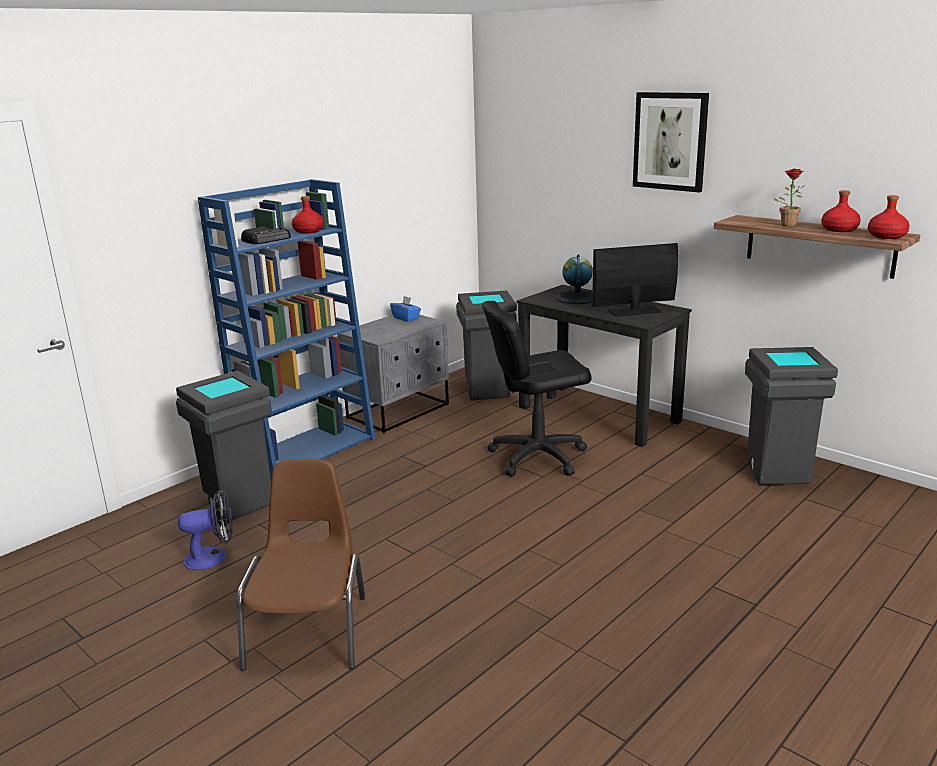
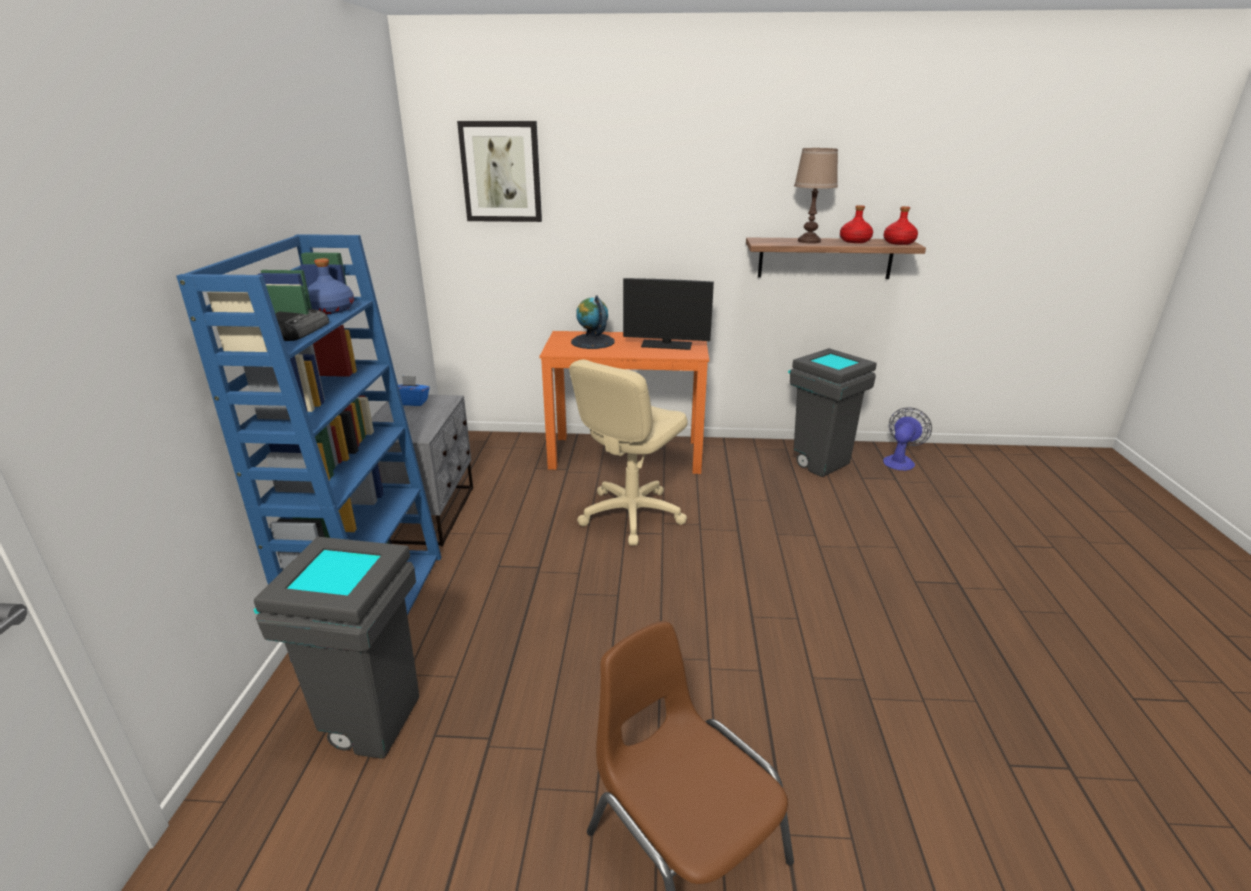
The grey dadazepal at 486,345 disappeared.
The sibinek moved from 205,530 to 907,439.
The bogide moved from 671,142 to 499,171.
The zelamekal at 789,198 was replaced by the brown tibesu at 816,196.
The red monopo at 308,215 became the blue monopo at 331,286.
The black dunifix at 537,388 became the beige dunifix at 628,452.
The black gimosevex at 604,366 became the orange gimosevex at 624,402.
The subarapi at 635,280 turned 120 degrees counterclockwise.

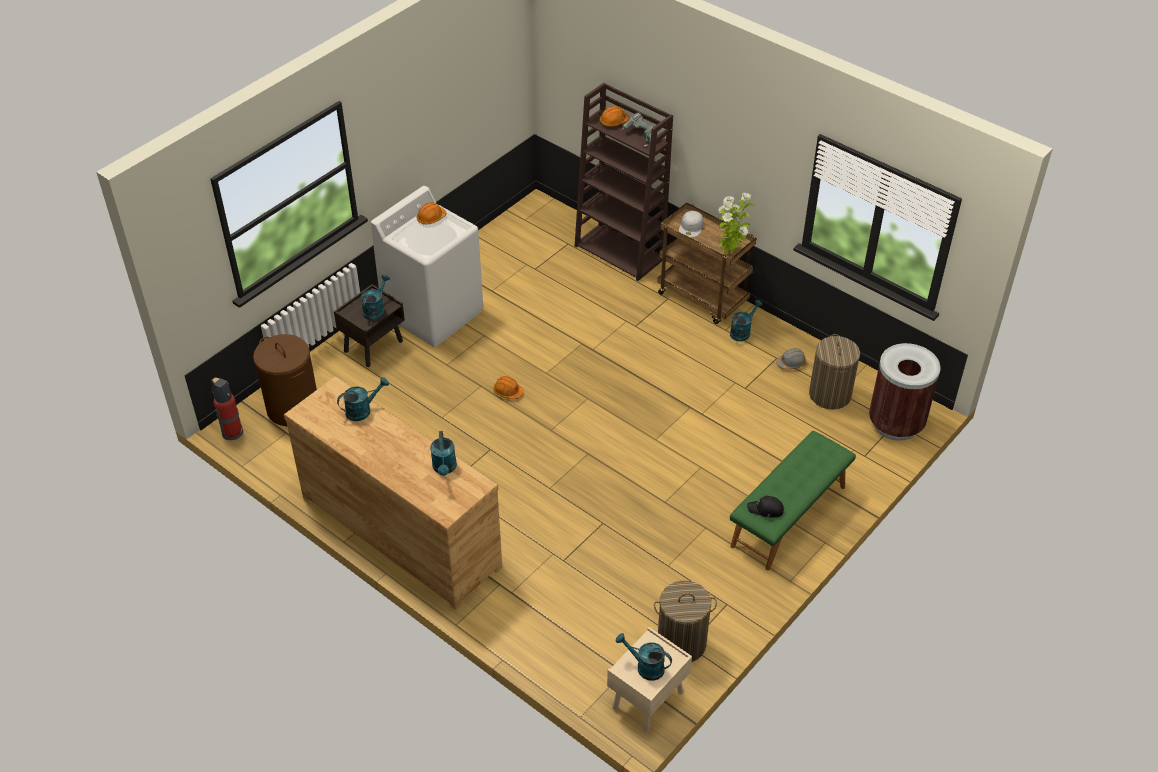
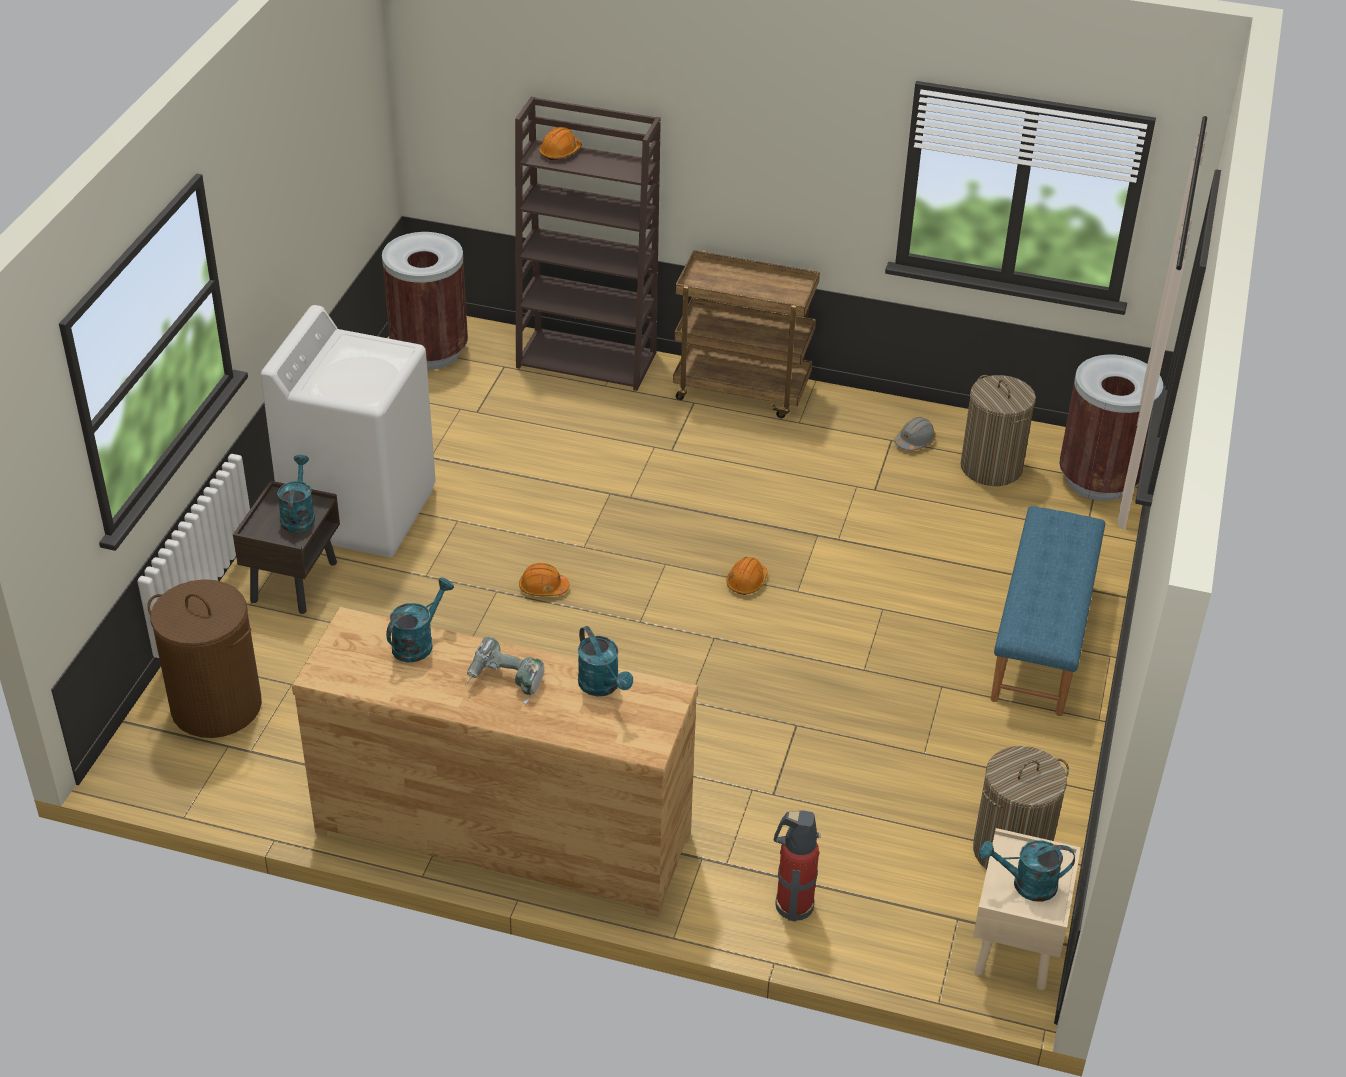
The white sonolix at 691,224 disappeared.
The zelamekal at 736,223 disappeared.
The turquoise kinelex at 746,320 disappeared.
The black sonolix at 765,506 disappeared.
The brown dadazepal at 425,301 appeared.
The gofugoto moved from 227,408 to 797,866.
The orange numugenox moved from 431,213 to 747,576.
The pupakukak moved from 640,130 to 505,670.
The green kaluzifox at 793,500 became the blue kaluzifox at 1048,611.

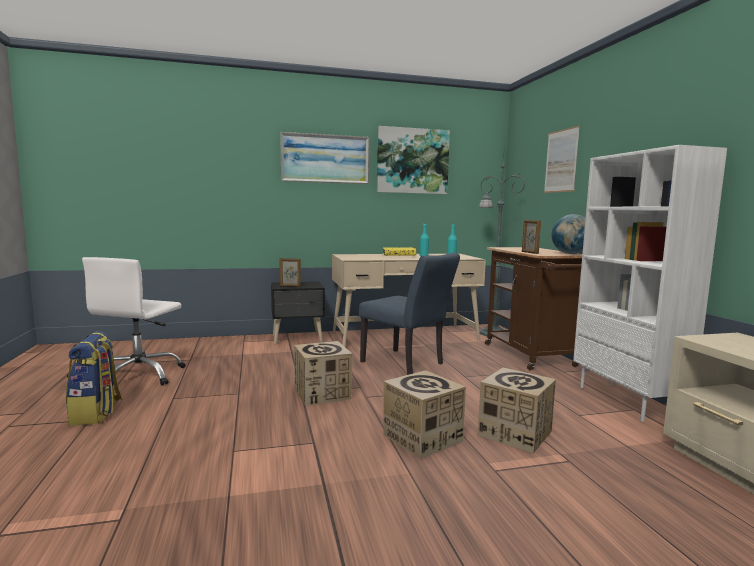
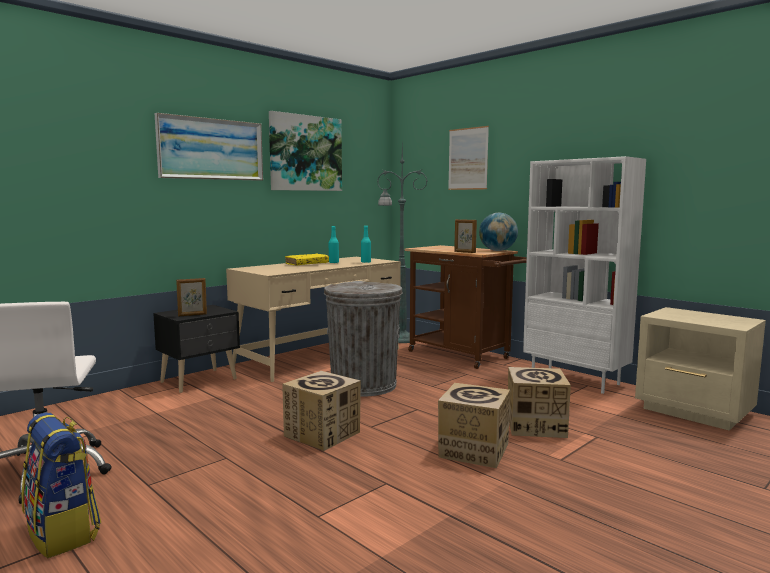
The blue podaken at 409,314 was replaced by the grey dadazepal at 363,339.

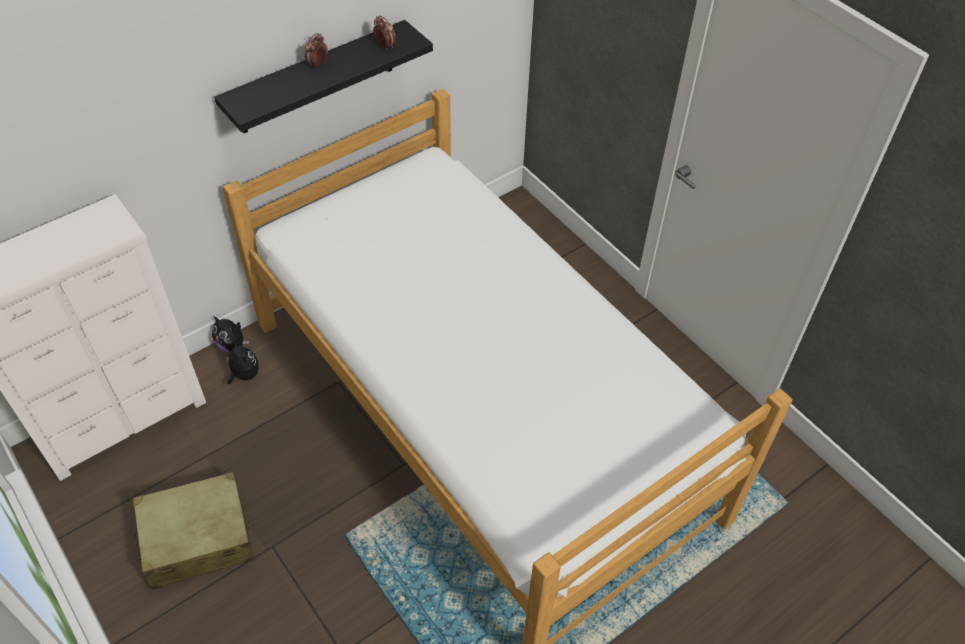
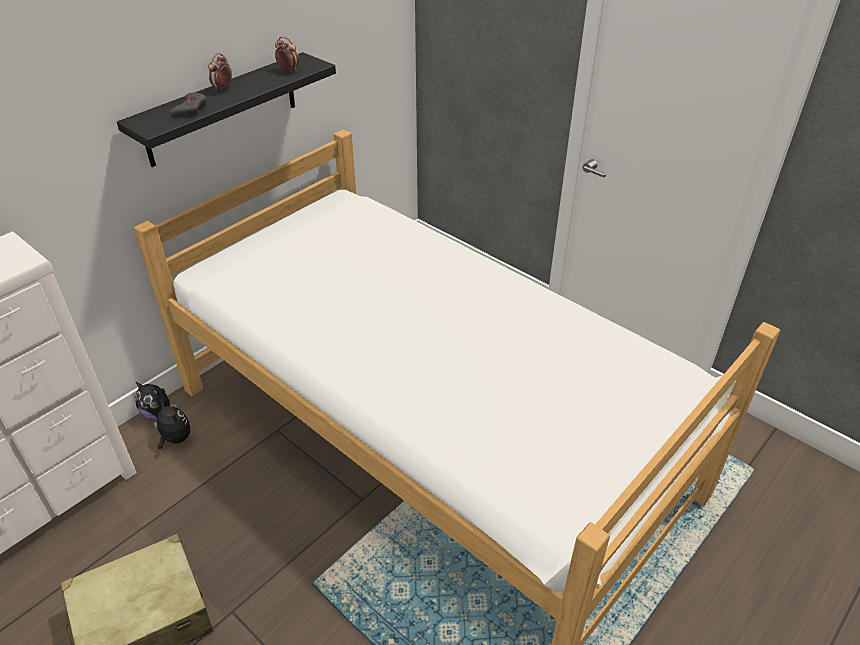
The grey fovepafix at 188,105 appeared.

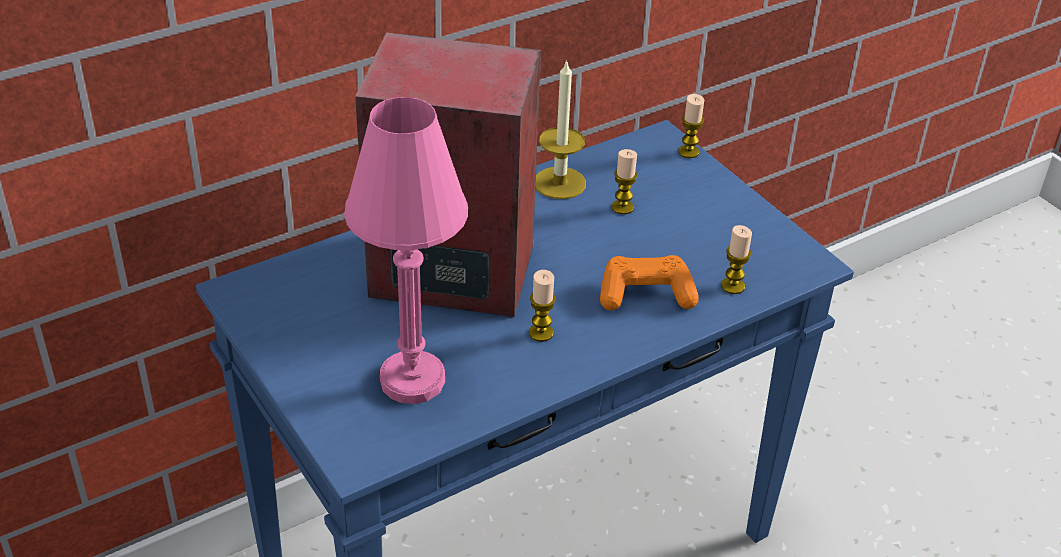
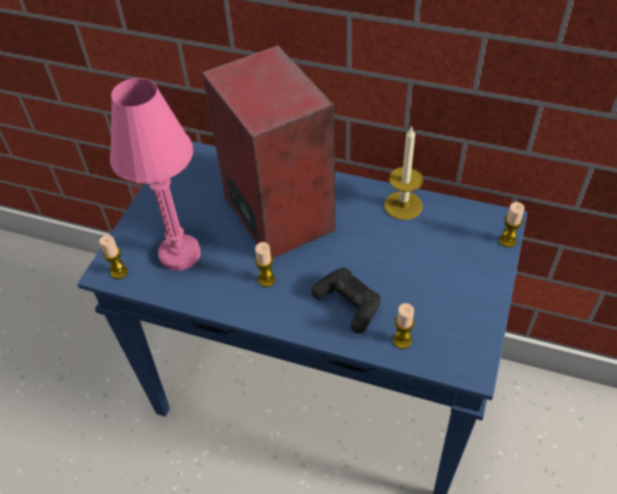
The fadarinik moved from 625,181 to 113,257.
The orange fovepafix at 649,282 became the black fovepafix at 346,300.

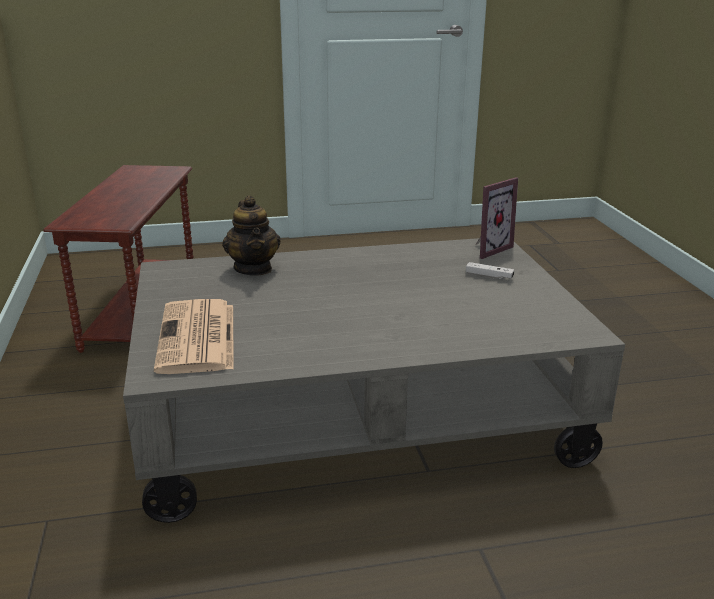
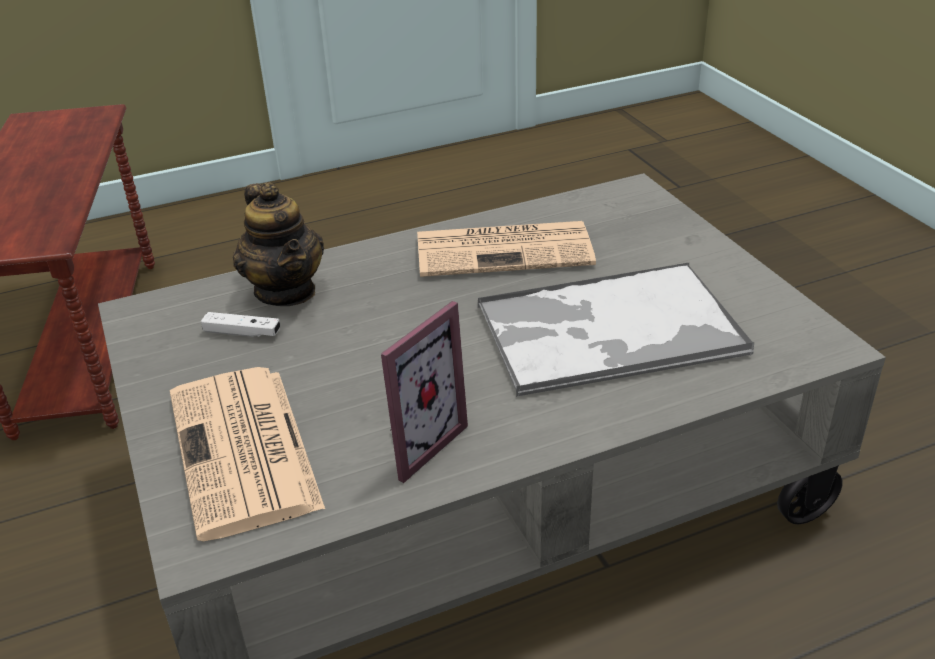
The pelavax at 506,249 appeared.
The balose at 616,329 appeared.
The white fovepafix moved from 490,270 to 240,324.
The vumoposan moved from 497,218 to 424,392.

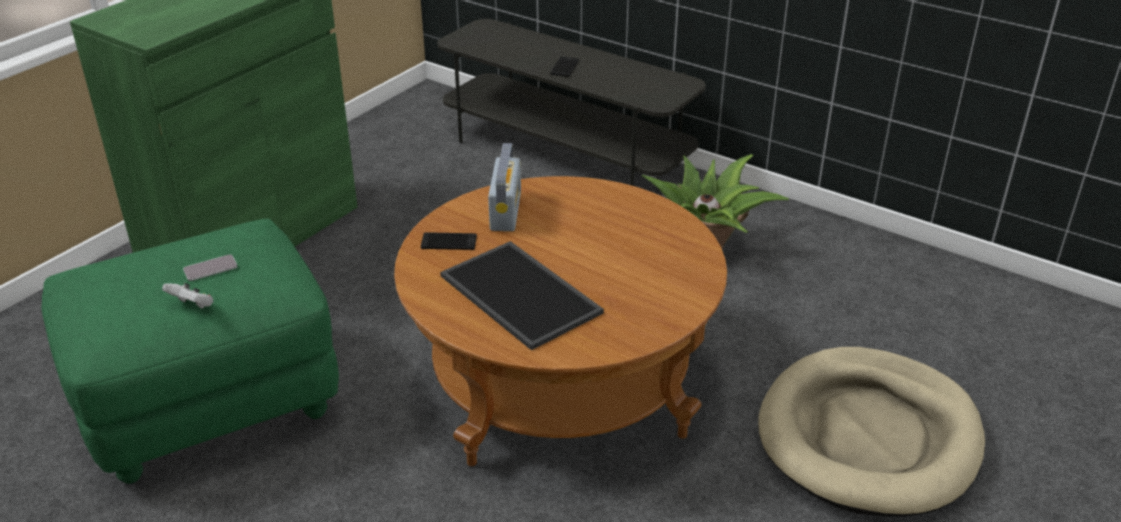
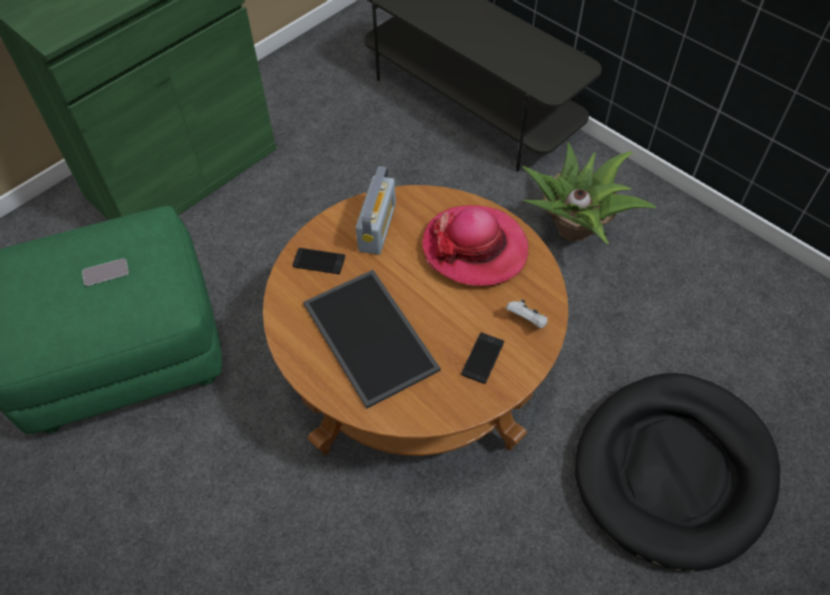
The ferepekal at 475,245 appeared.
The white fovepafix moved from 188,296 to 527,313.
The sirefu moved from 564,67 to 482,358.
The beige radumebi at 871,432 became the black radumebi at 677,472.

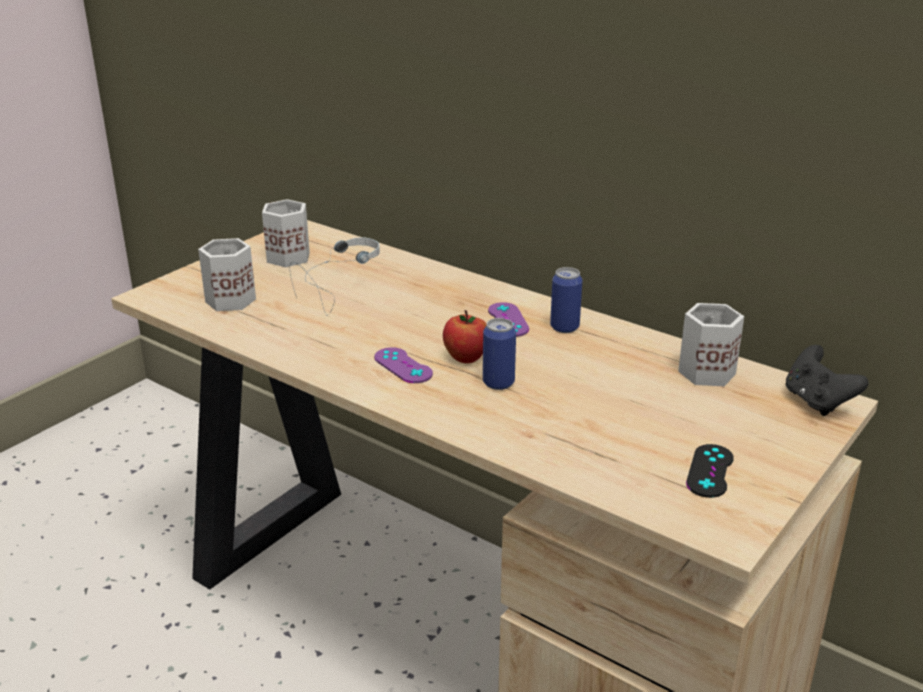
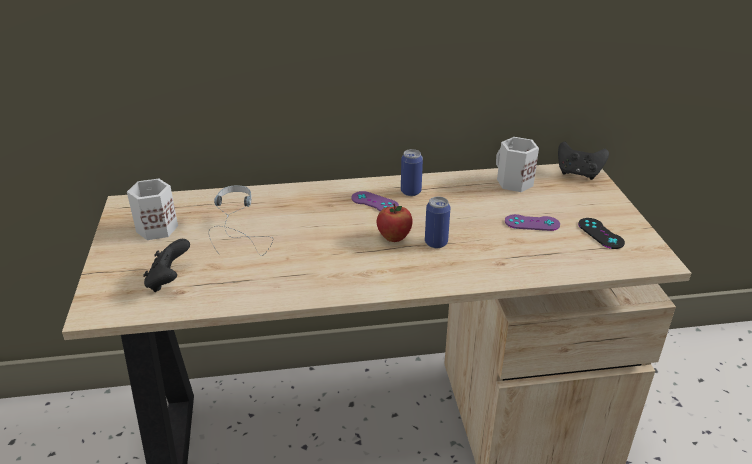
The purple fovepafix moved from 403,365 to 532,222.
The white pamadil at 227,274 was replaced by the black fovepafix at 166,265.

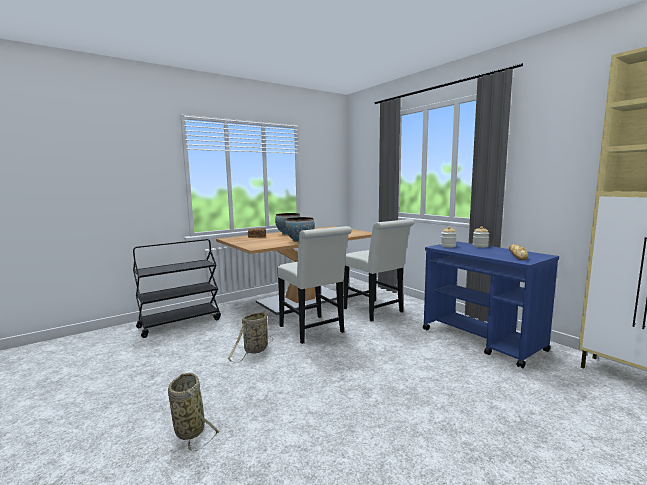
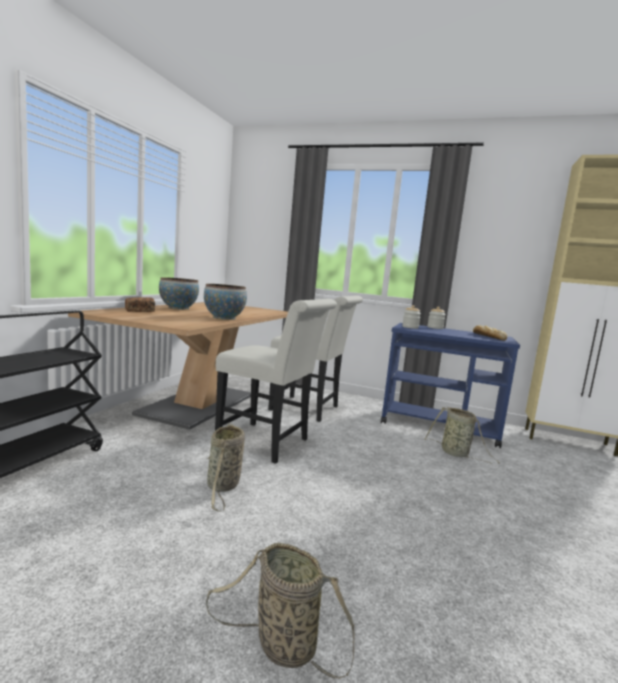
The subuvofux at 462,435 appeared.

